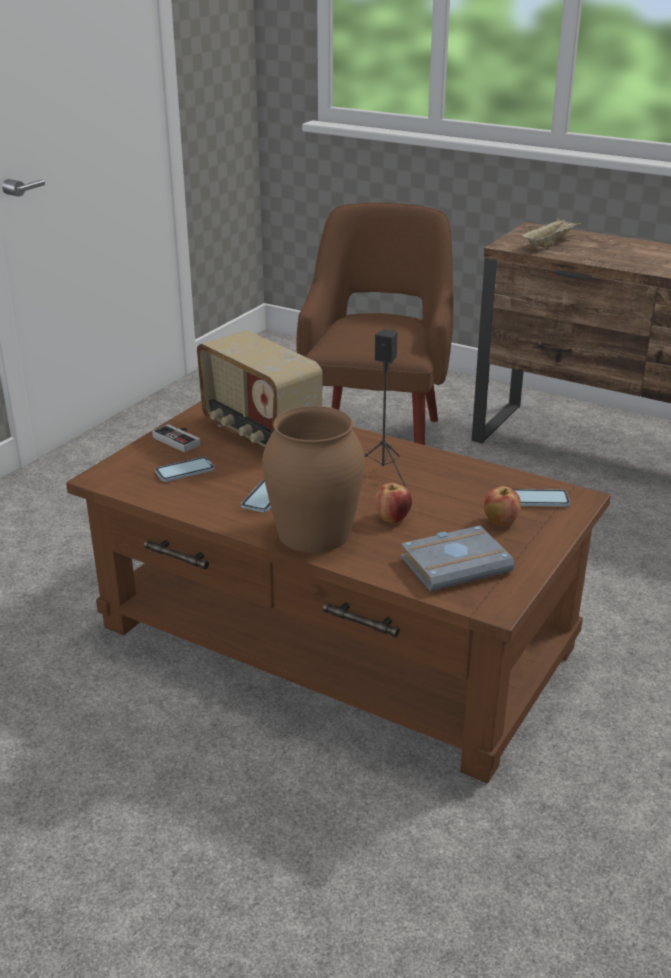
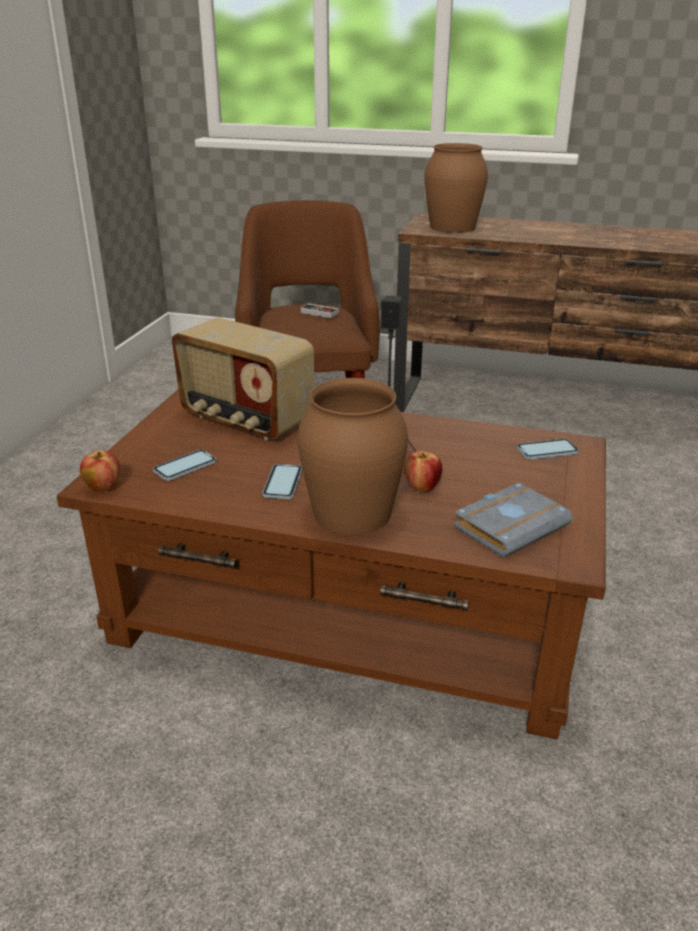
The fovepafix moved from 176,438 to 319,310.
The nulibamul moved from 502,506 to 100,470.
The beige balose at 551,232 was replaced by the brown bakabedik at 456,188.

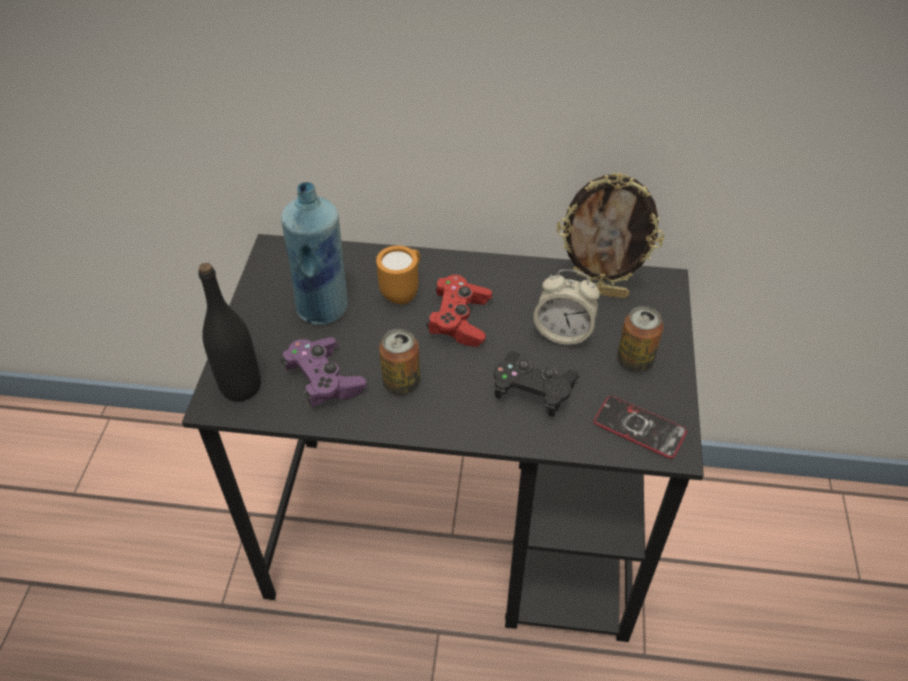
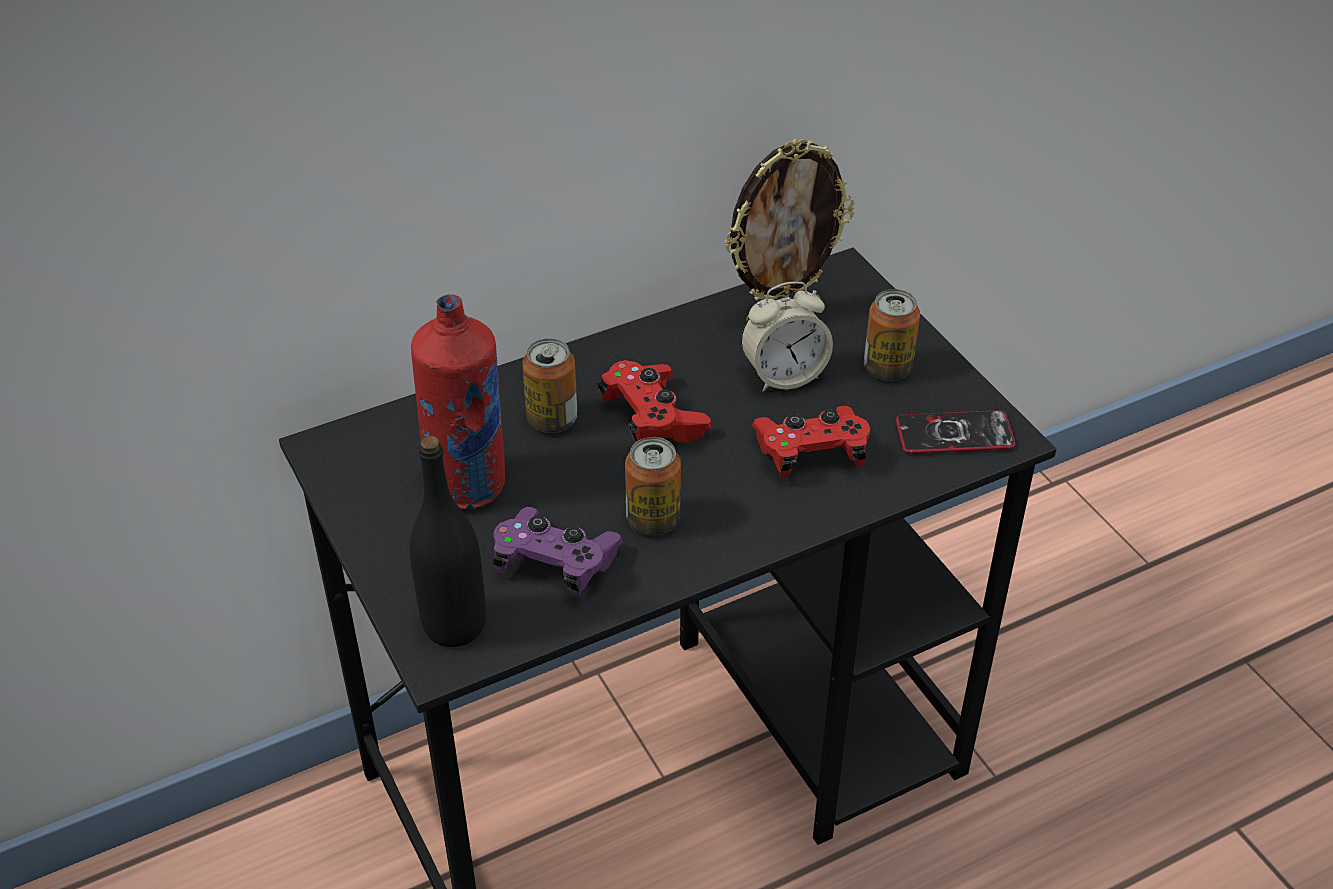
The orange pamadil at 398,275 was replaced by the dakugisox at 550,386.
The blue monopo at 314,253 became the red monopo at 458,401.
The black fovepafix at 536,384 became the red fovepafix at 811,442.

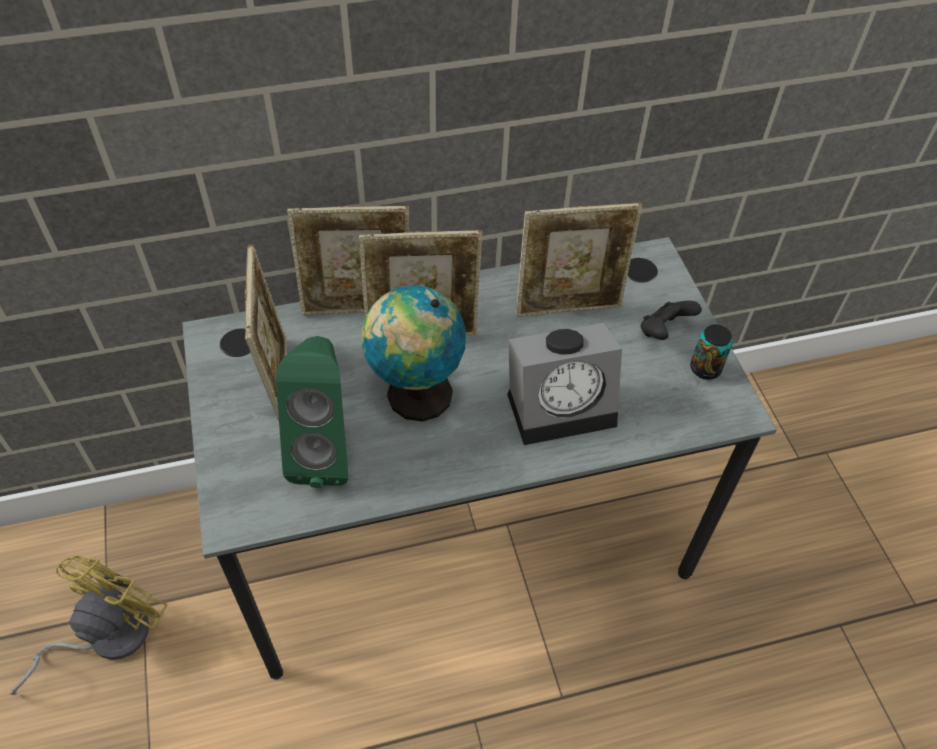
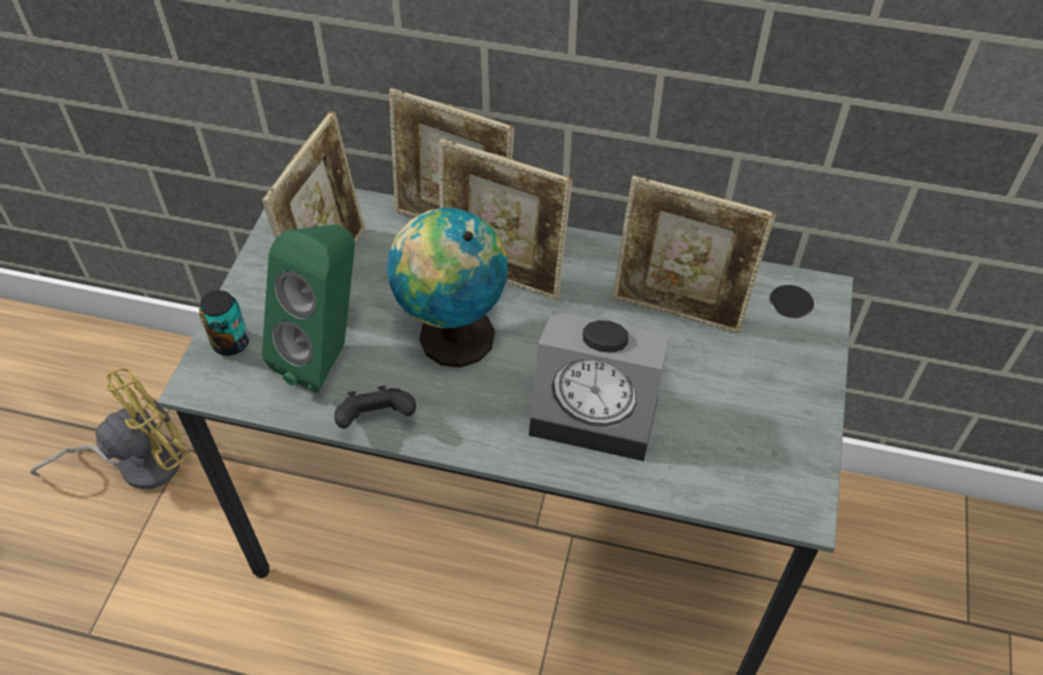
The black fovepafix moved from 671,320 to 375,407.
The dakugisox moved from 711,352 to 224,323.

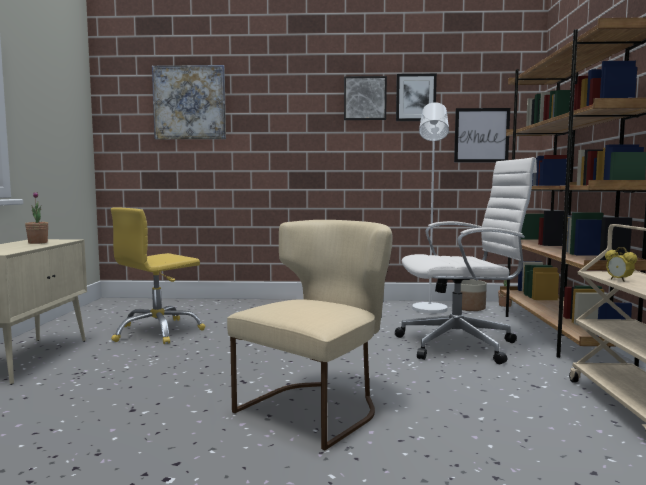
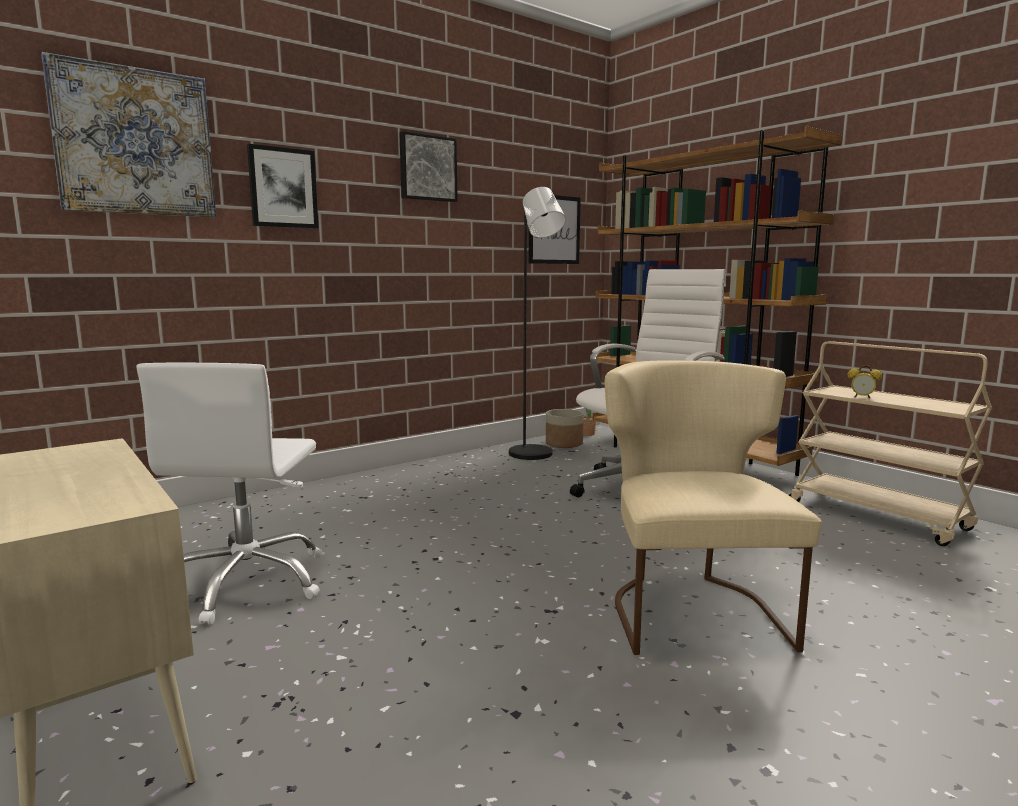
The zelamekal at 36,218 disappeared.
The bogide moved from 416,97 to 283,186.
The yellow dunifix at 158,276 became the white dunifix at 229,494.
The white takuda at 430,207 became the black takuda at 537,323.

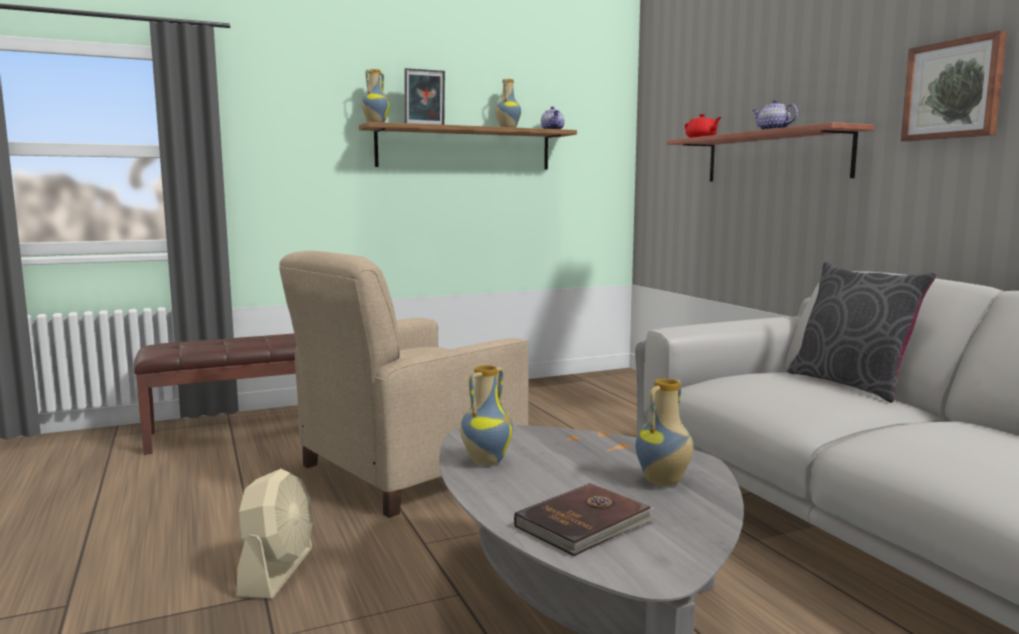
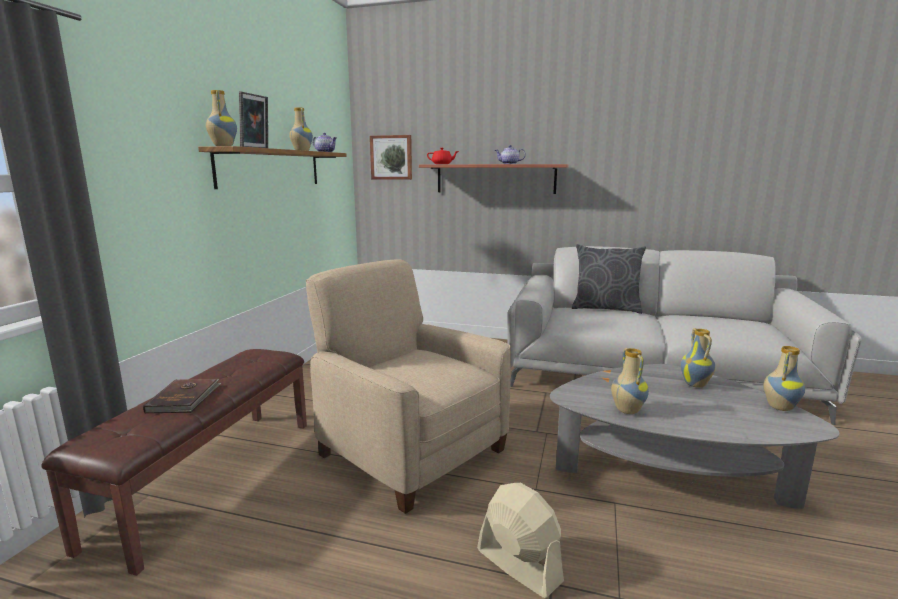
The bakabedik at 784,378 appeared.
The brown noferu moved from 585,519 to 182,396.
The bogide moved from 954,85 to 391,157.
The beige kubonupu at 403,384 turned 135 degrees clockwise.

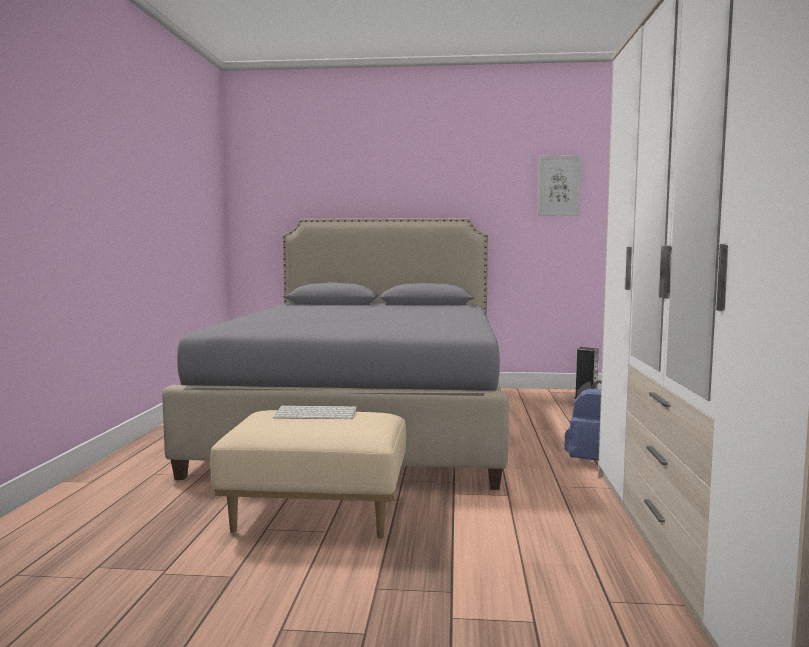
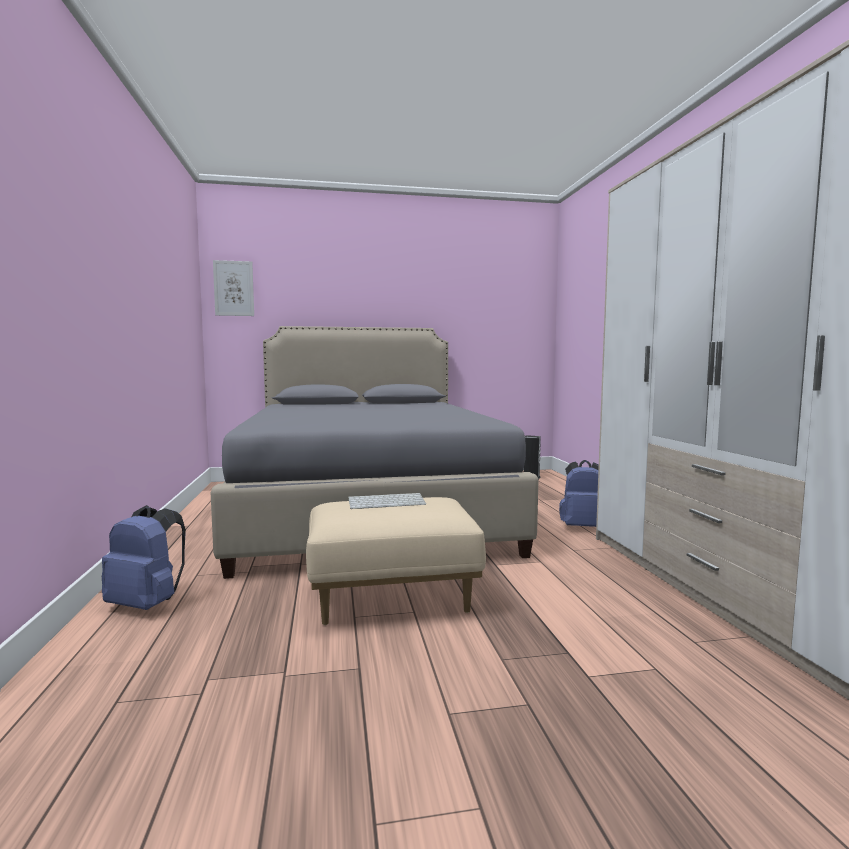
The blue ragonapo at 144,557 appeared.
The bogide moved from 559,185 to 233,288.

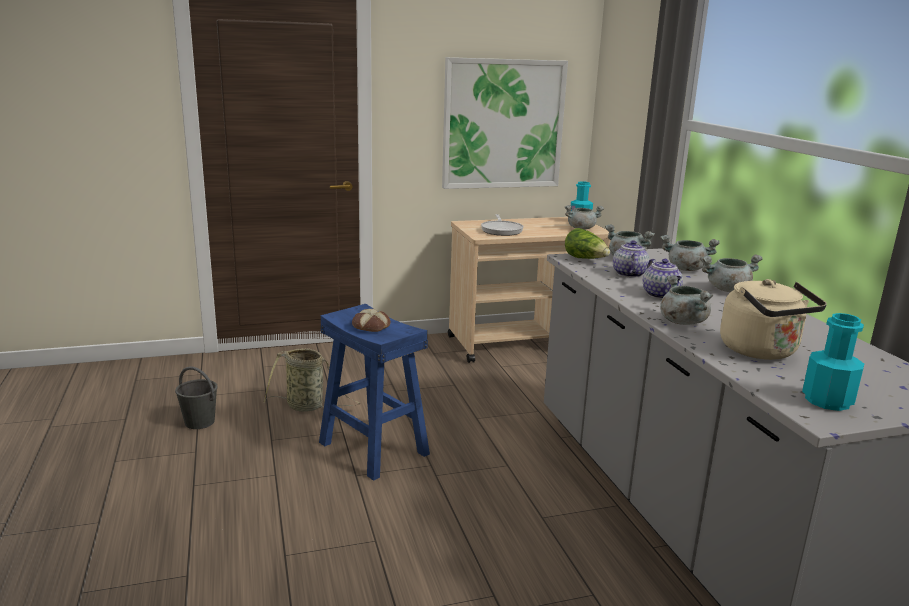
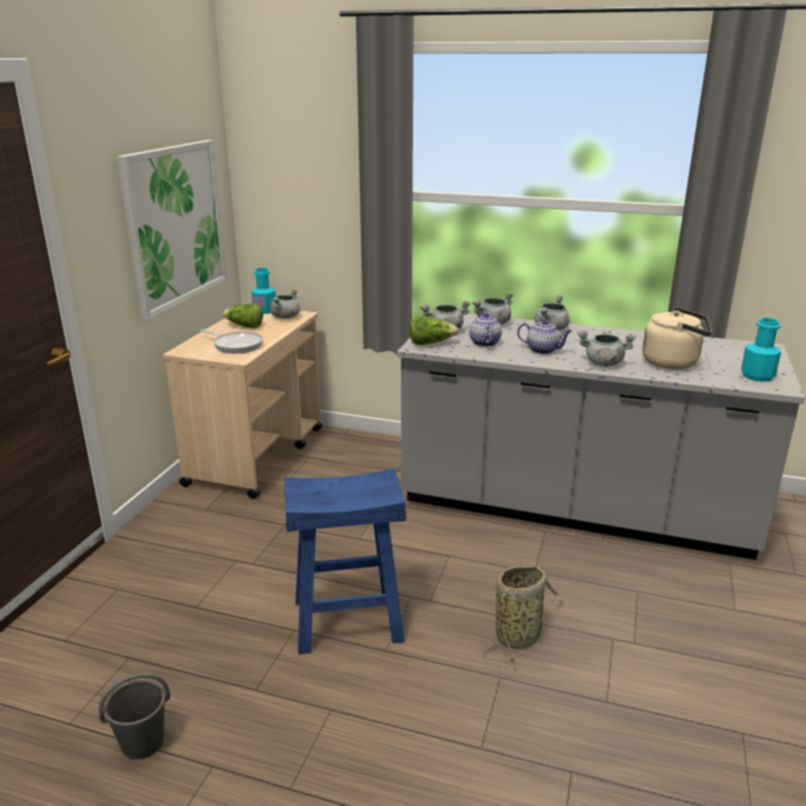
The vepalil at 371,320 disappeared.
The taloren at 242,316 appeared.
The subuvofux moved from 311,380 to 522,614.
The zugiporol at 631,259 turned 45 degrees clockwise.

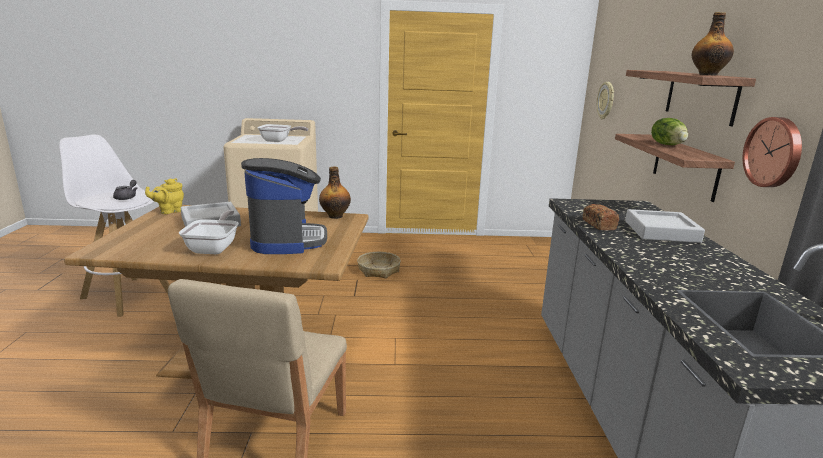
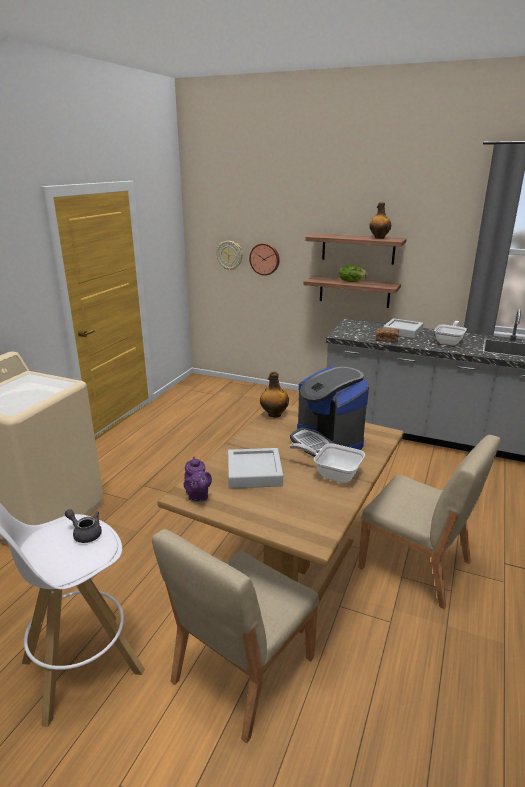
The subuvofux at 379,265 disappeared.
The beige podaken at 235,636 appeared.
The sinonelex moved from 282,133 to 450,333.
The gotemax moved from 772,152 to 264,259.
The yellow zugiporol at 164,196 became the purple zugiporol at 198,479.
The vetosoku at 284,206 turned 135 degrees counterclockwise.

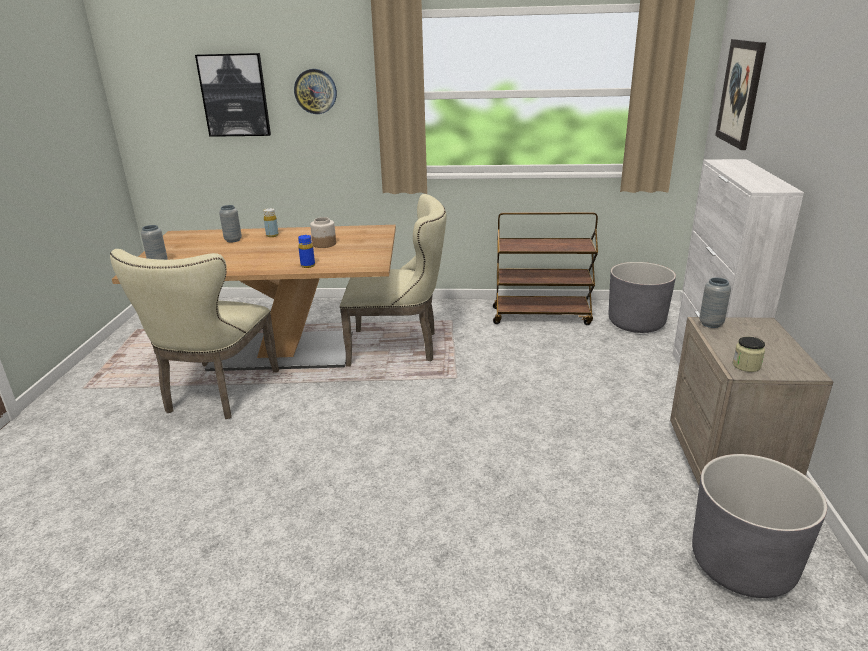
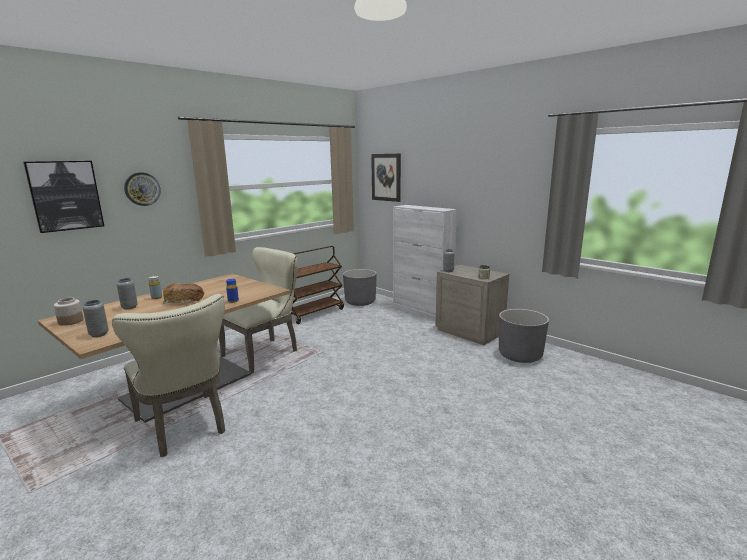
The vepalil at 183,293 appeared.
The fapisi moved from 323,232 to 69,312.

